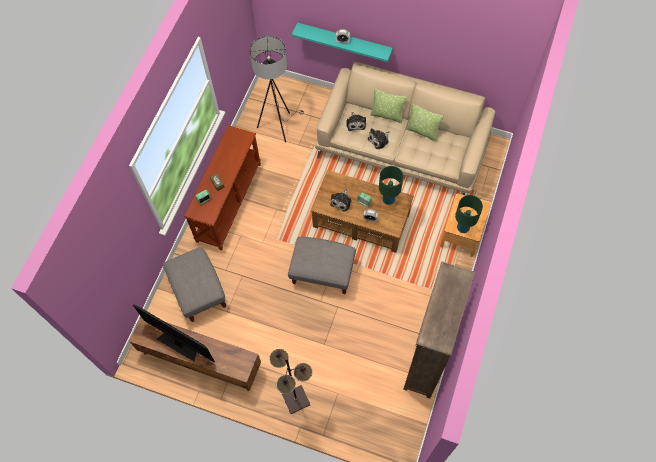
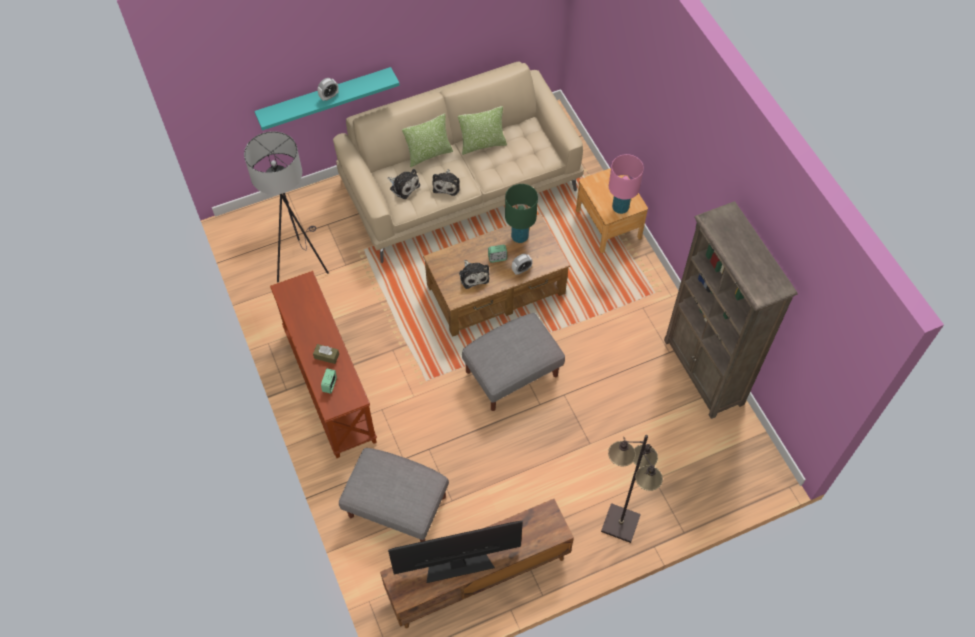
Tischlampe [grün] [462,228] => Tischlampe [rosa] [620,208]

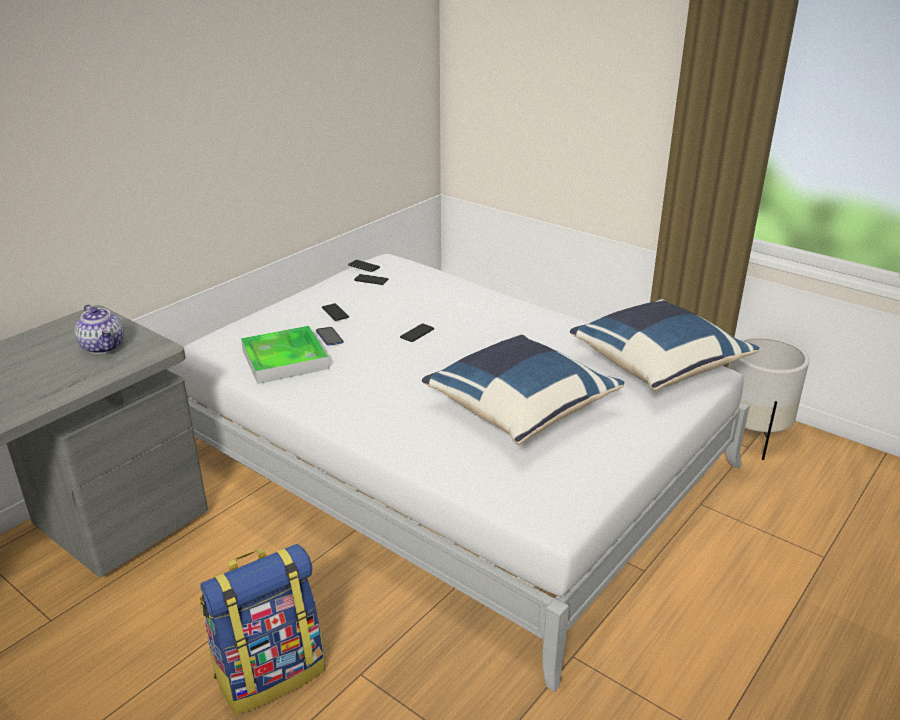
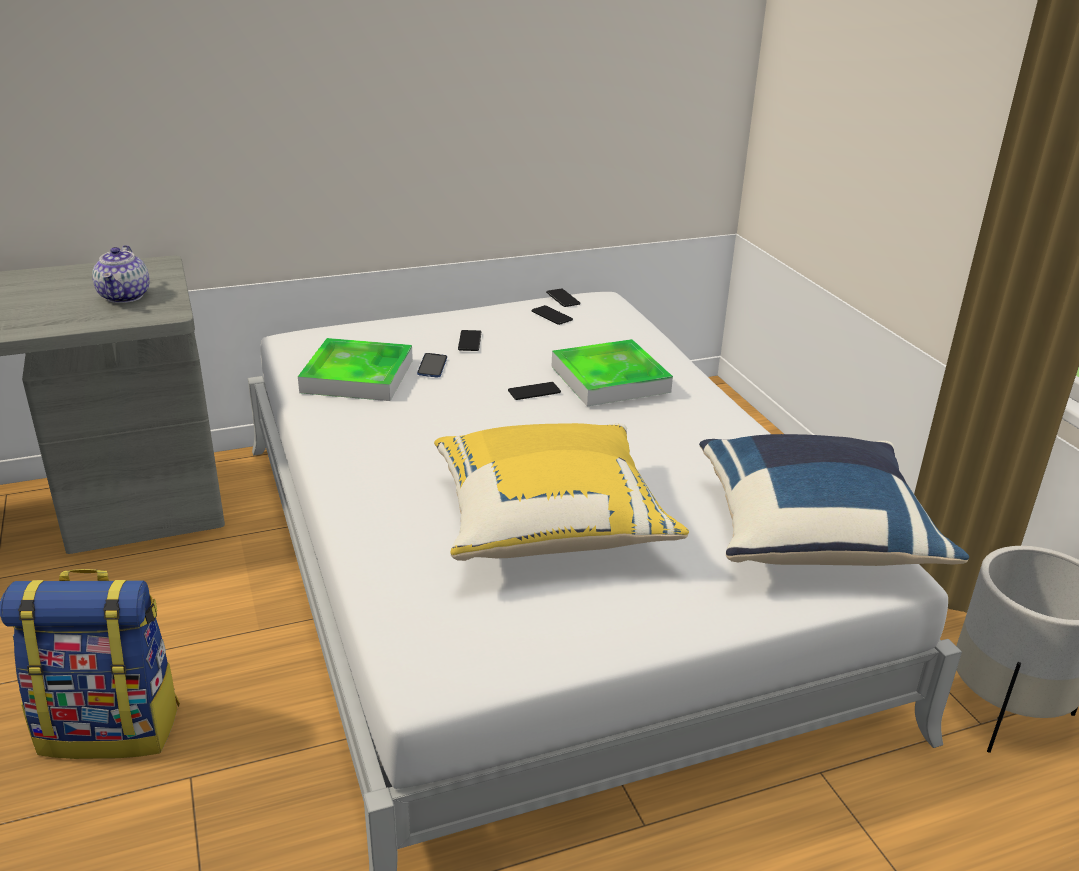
Kissen [blau] [519,409] => Kissen [gelb] [549,523]
nothing => Tablett [610,379]

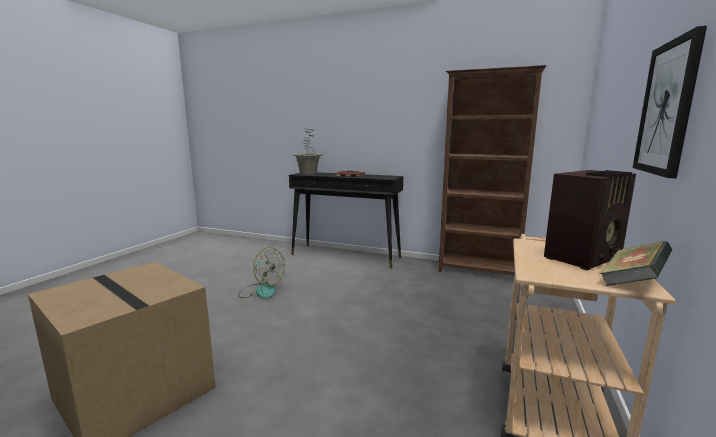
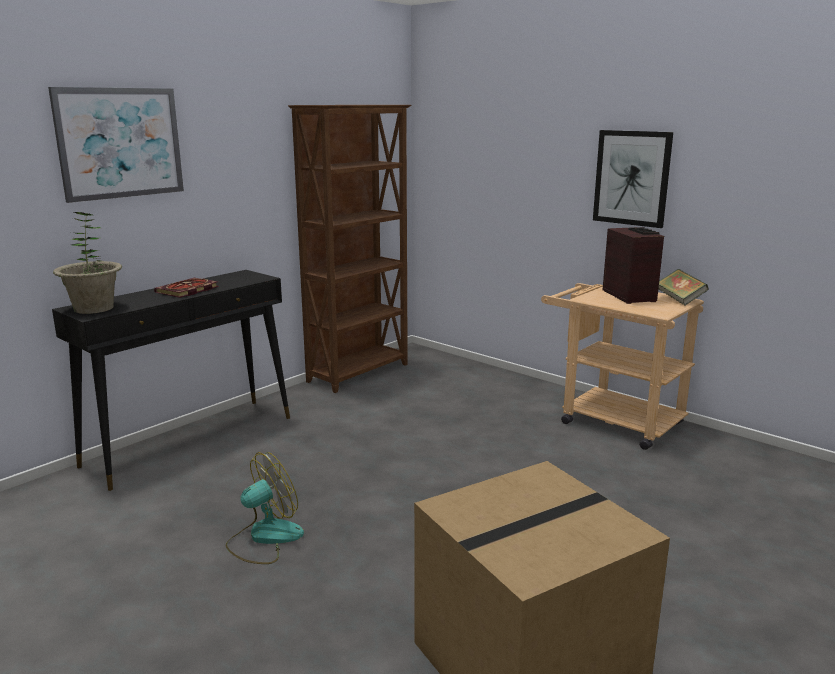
nothing => Bild [120,143]

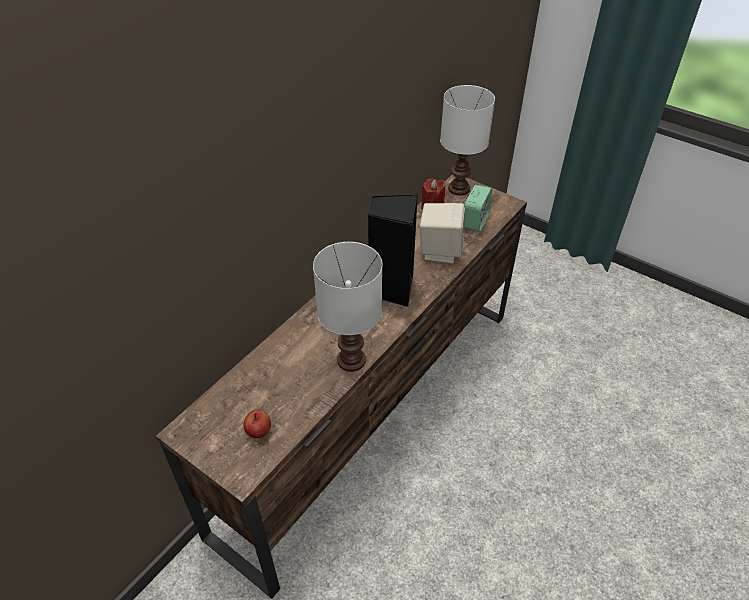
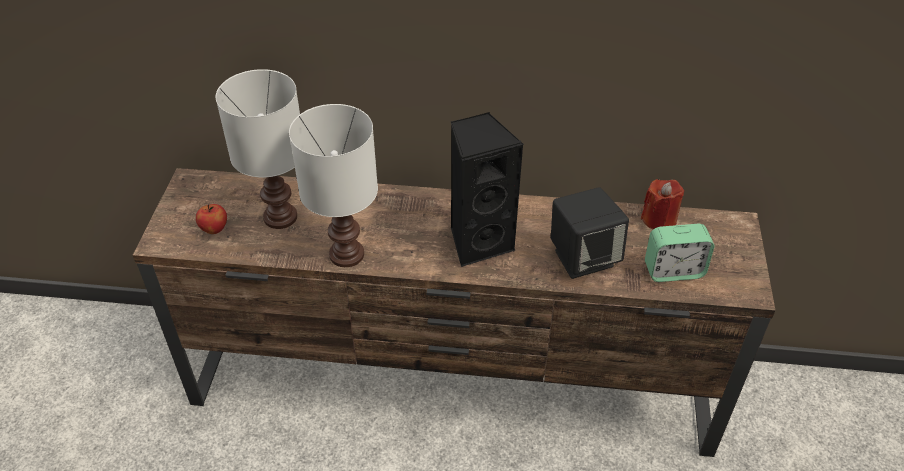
Tischlampe [weiß] [459,188] => Tischlampe [weiß] [281,217], shifted
Lautsprecher [beige] [440,251] => Lautsprecher [schwarz] [583,258]

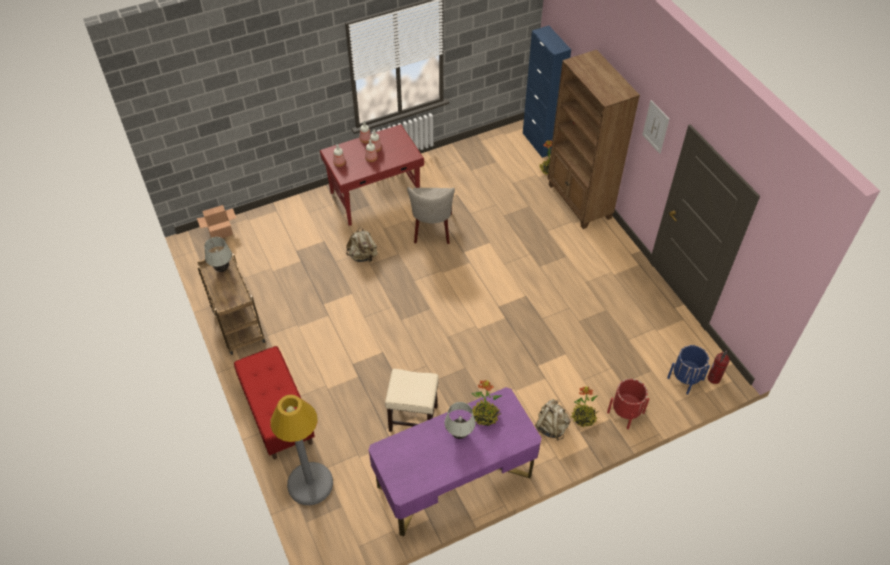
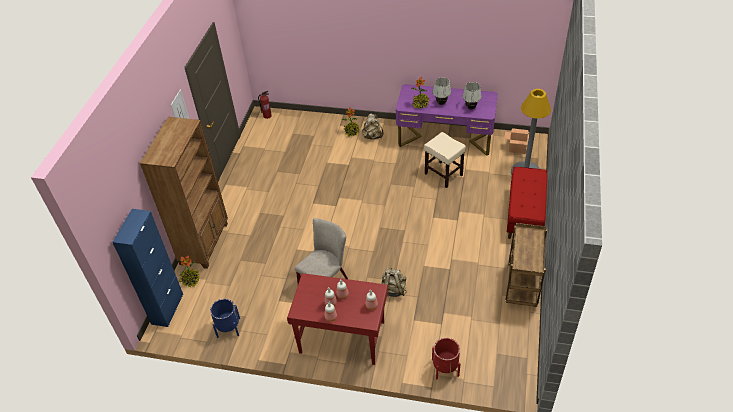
Karton [221,232] => Karton [517,149], shifted
Tischlampe [weiß] [222,269] => Tischlampe [weiß] [471,108], shifted
Pflanzkübel [blau] [685,378] => Pflanzkübel [blau] [228,327], shifted
Pflanzkübel [rot] [625,412] => Pflanzkübel [rot] [445,367], shifted

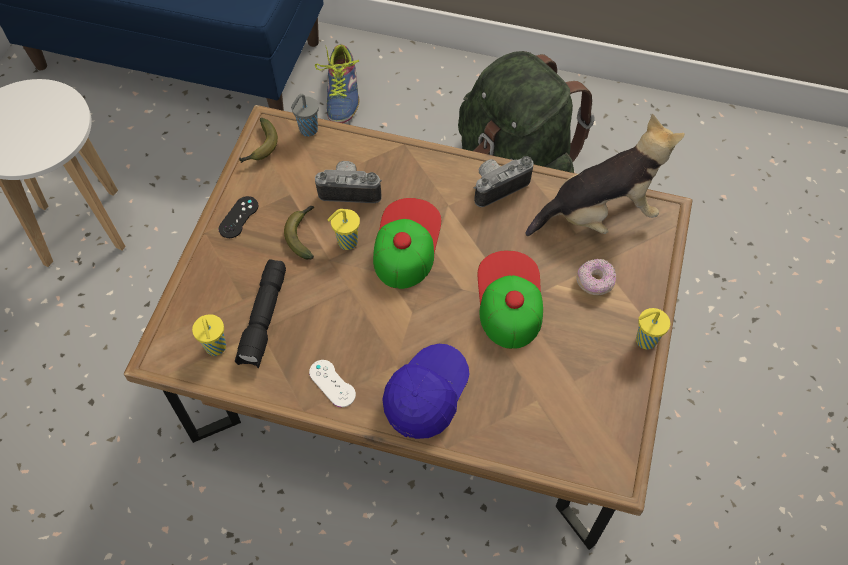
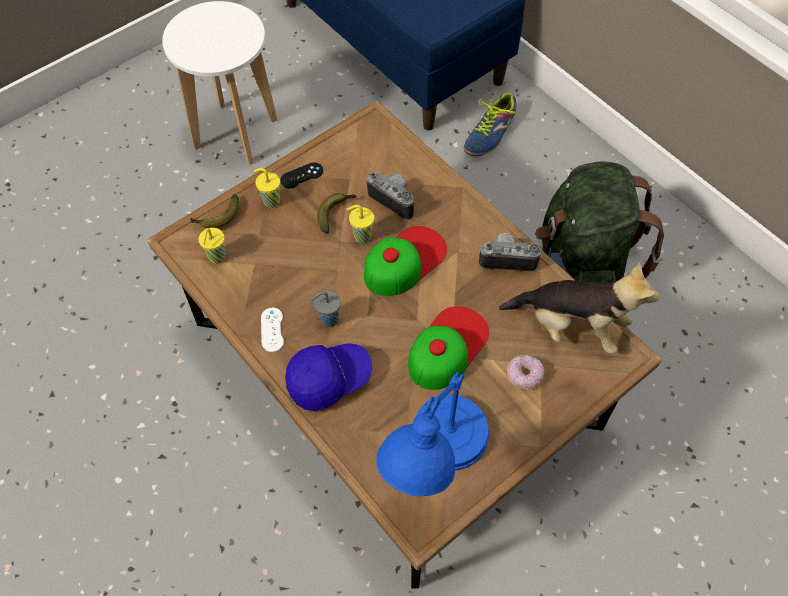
Tasse [grau] [307,130] => Tasse [grau] [328,319], shifted
Banane [260,147] => Banane [217,218], shifted
Taschenlampe [schwarz] [265,319] => nothing
Tasse [gelb] [644,340] => Tasse [gelb] [270,201], shifted
nothing => Tischlampe [blau] [434,465]

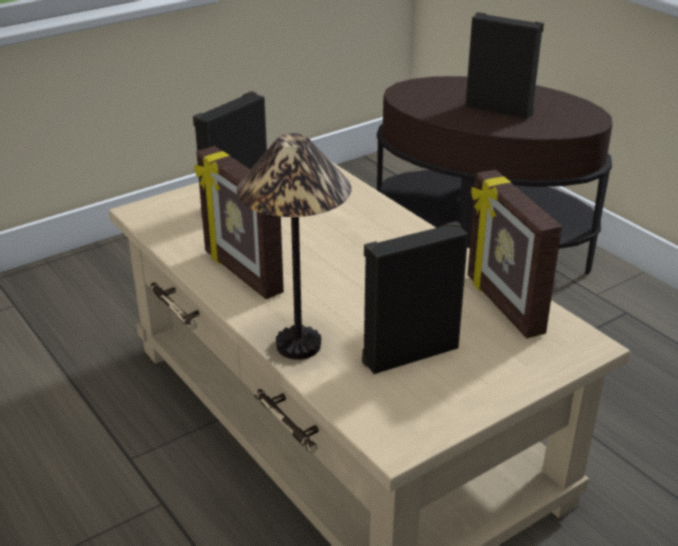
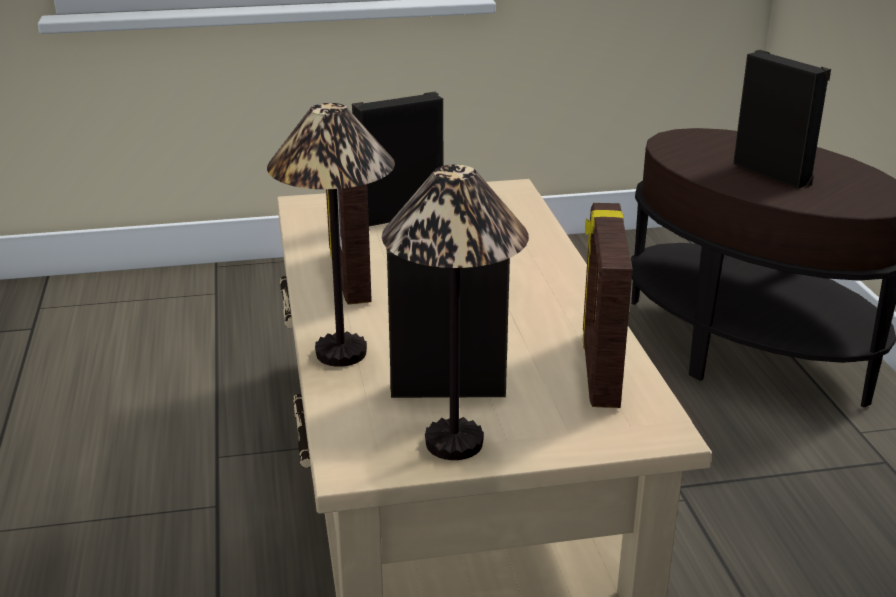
nothing => Tischlampe [455,443]

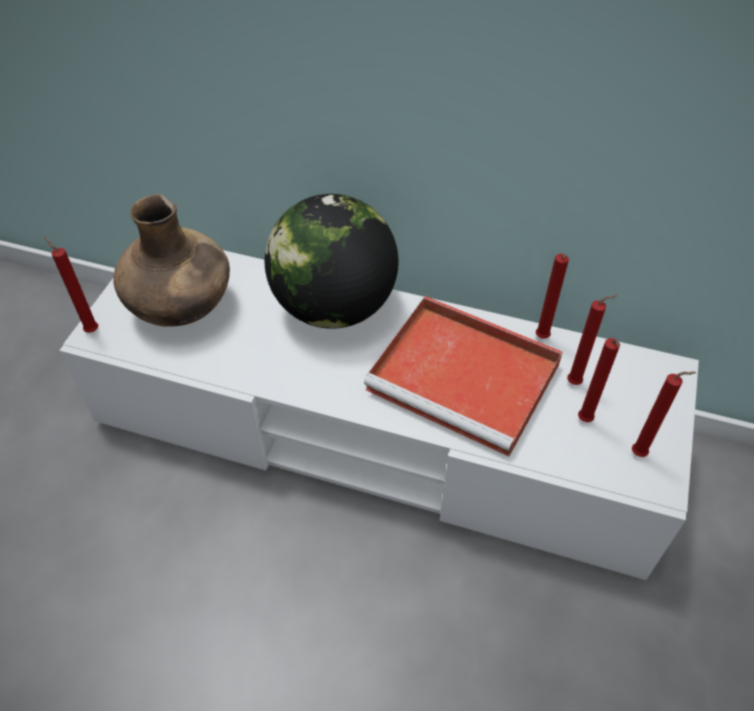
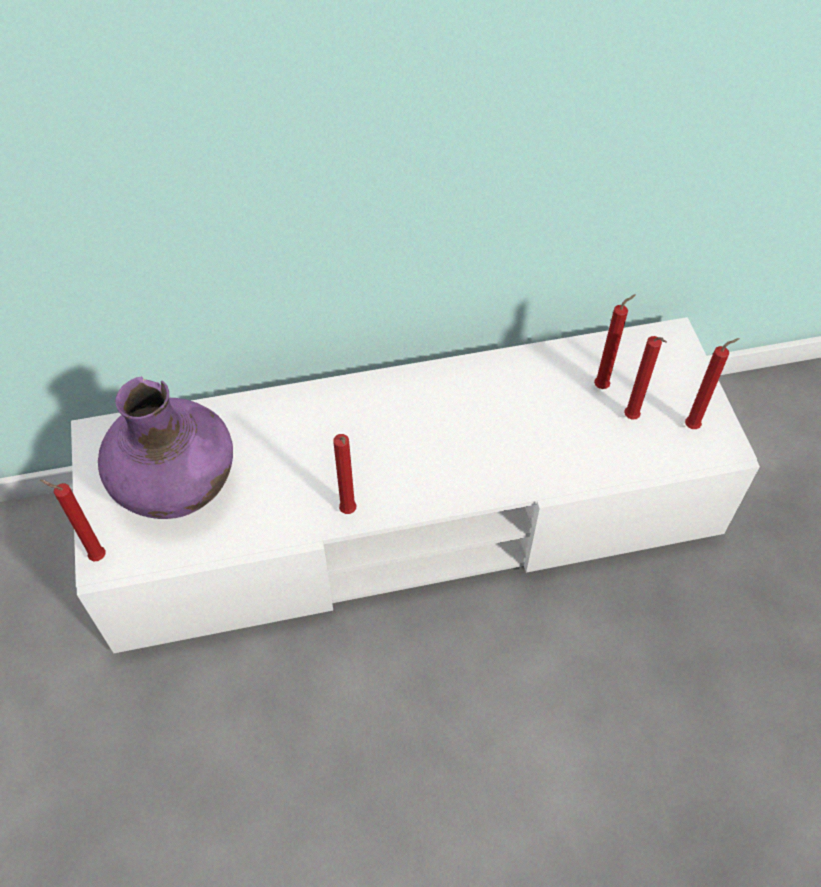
Vase [braun] [182,308] => Vase [lila] [178,486]
Globus [334,307] => nothing
Kerze [rot] [541,339] => Kerze [rot] [348,513], shifted
Tablett [rot] [467,378] => nothing

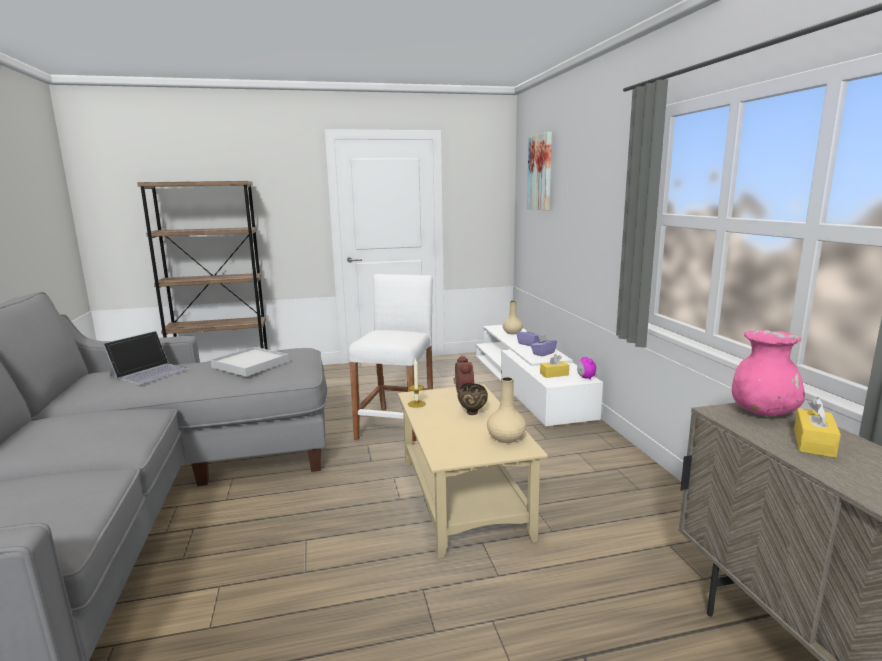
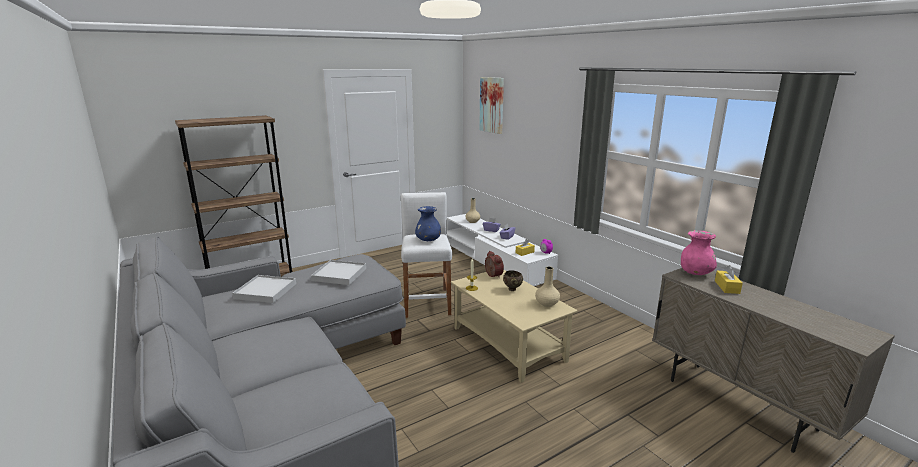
Laptop [150,372] => Tablett [weiß] [265,291]
nothing => Vase [blau] [428,240]

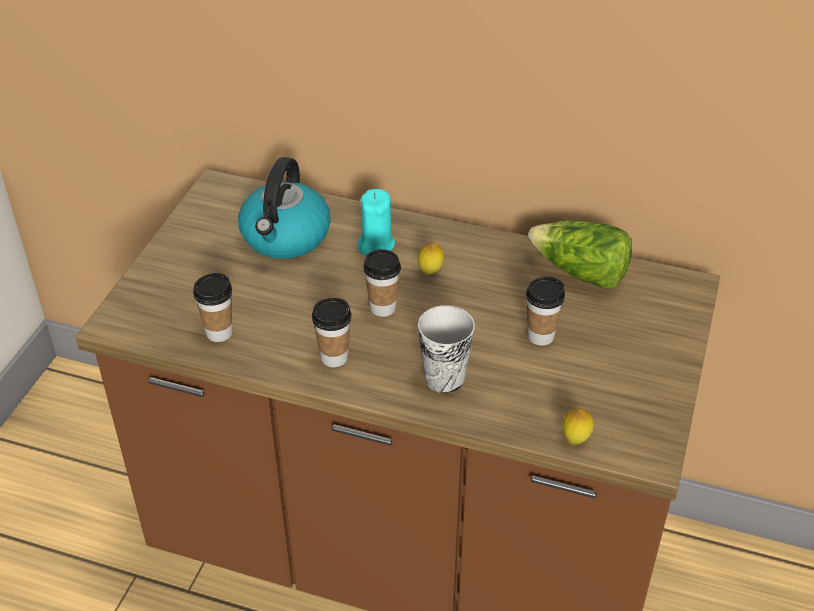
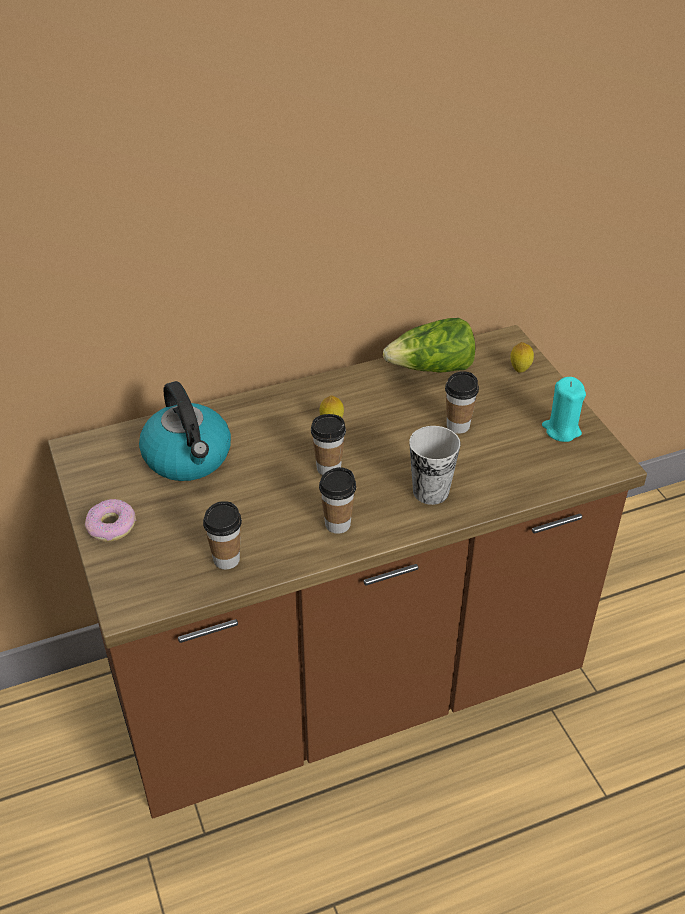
Kerze [türkis] [375,245] => Kerze [türkis] [561,430], shifted
Zitrone [575,440] => Zitrone [520,369], shifted
nothing => Donut [112,526]

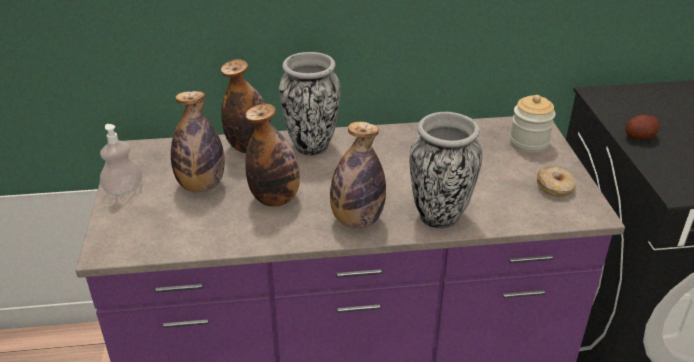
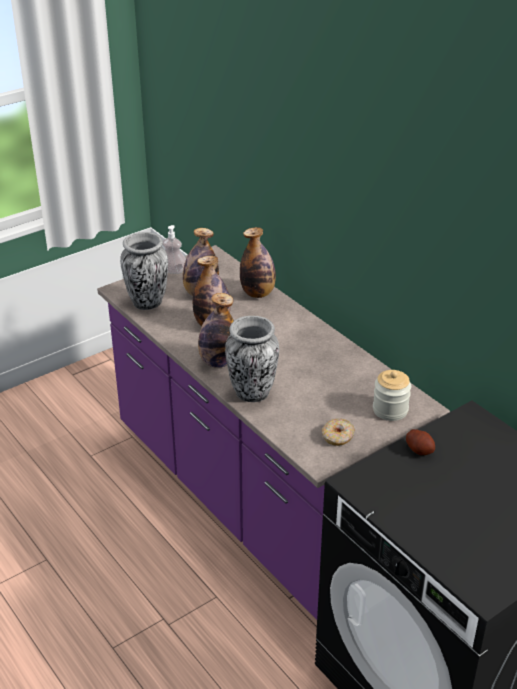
Vase [311,146] => Vase [147,303], shifted

